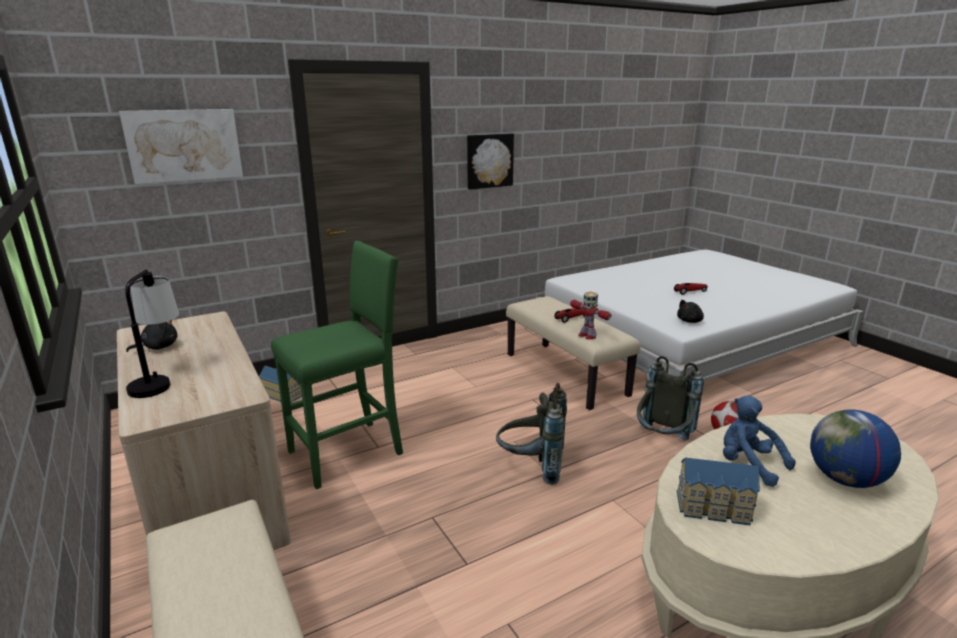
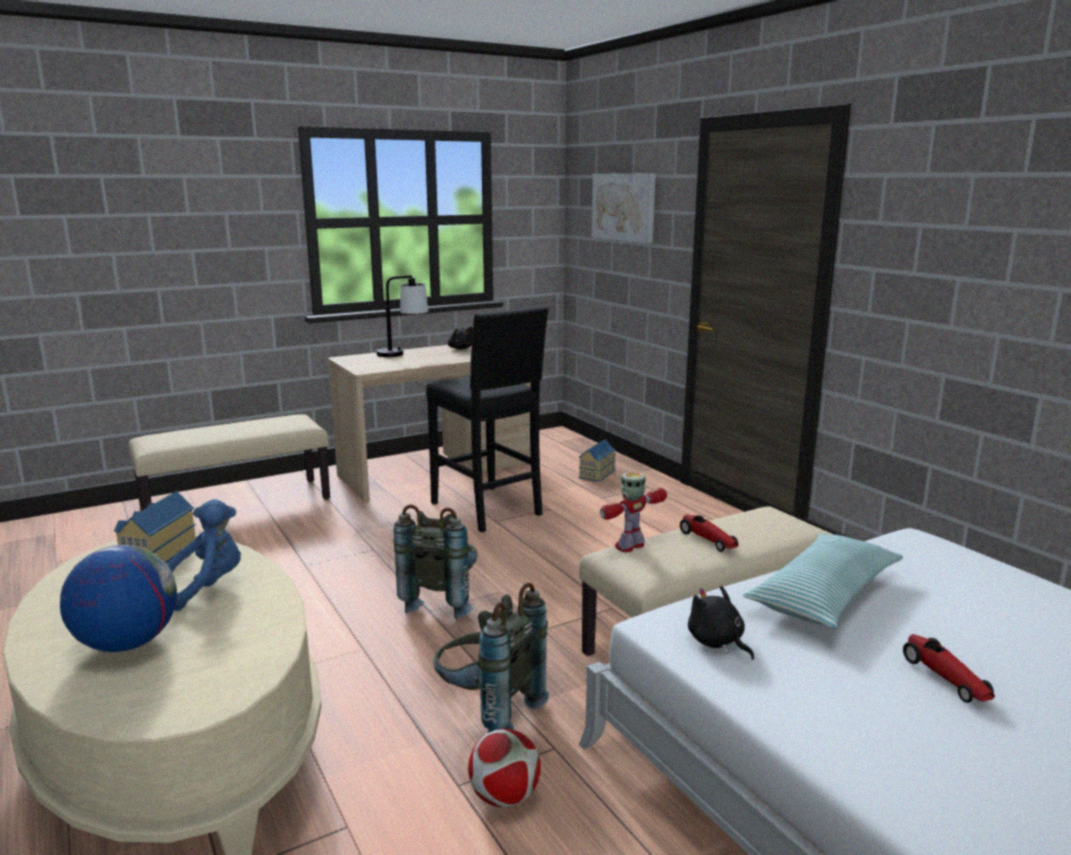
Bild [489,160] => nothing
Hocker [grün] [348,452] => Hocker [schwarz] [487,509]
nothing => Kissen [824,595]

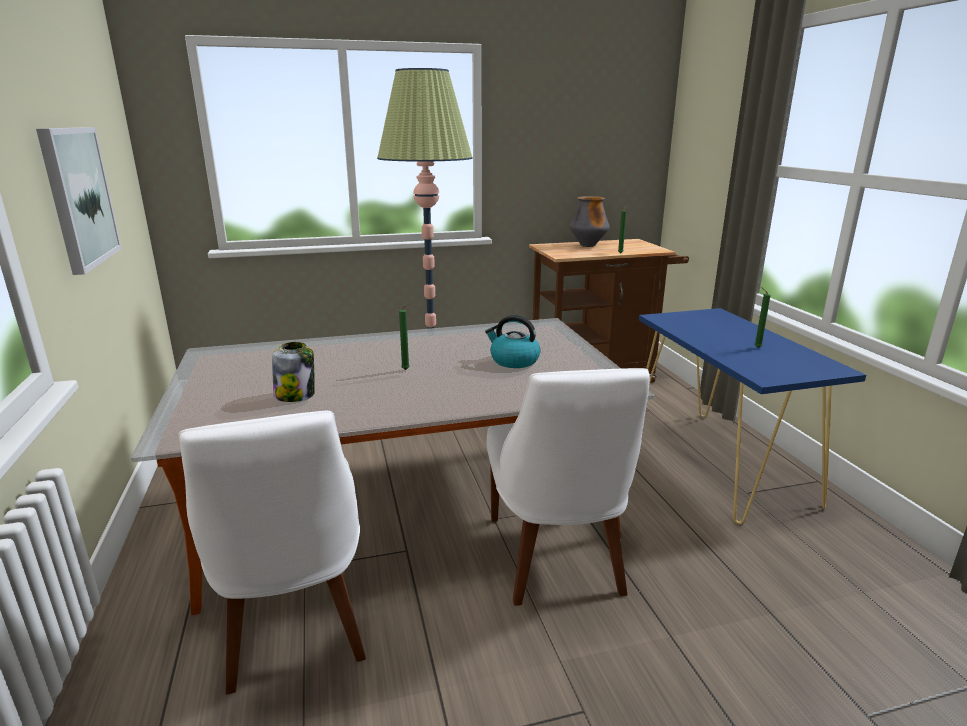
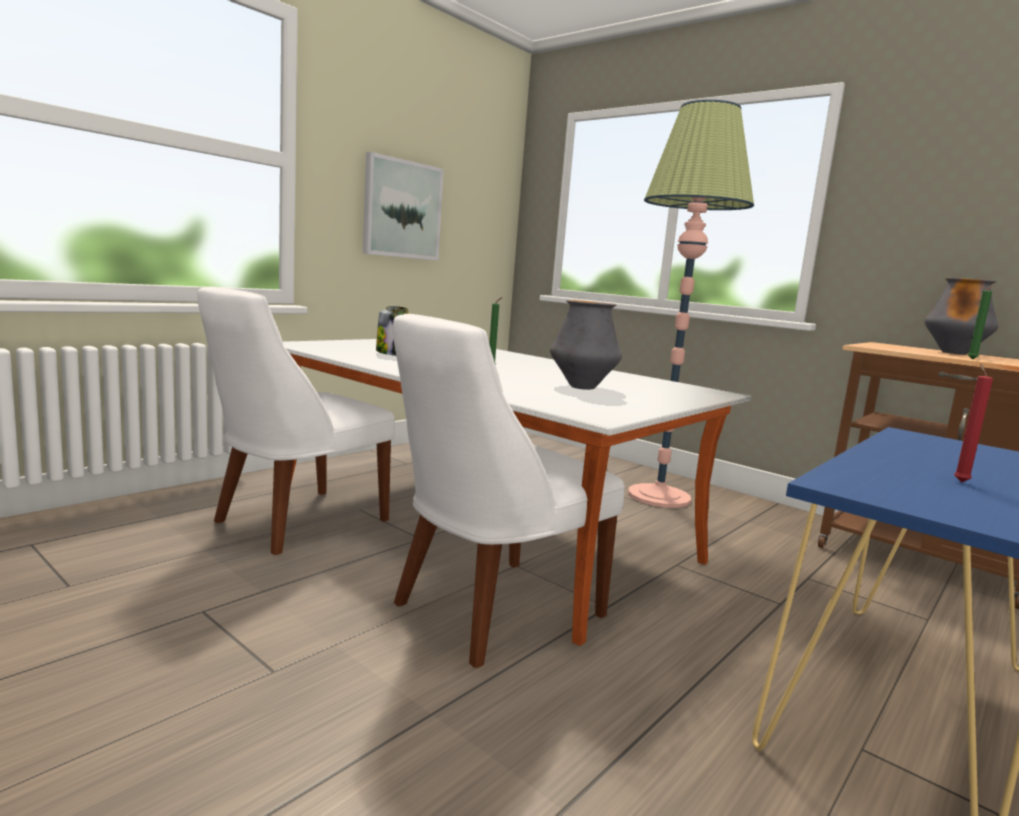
Kerze [grün] [756,347] => Kerze [rot] [960,481]
Wasserkessel [513,361] => Vase [582,387]

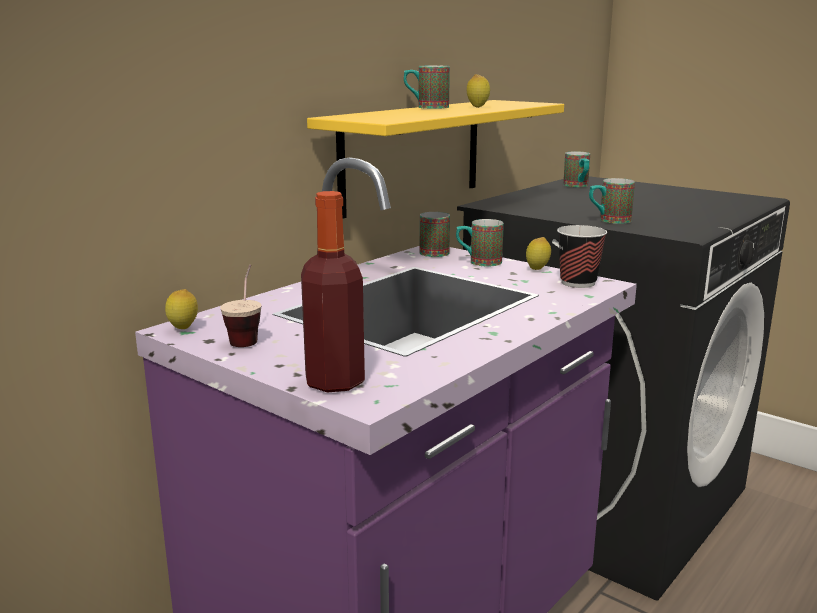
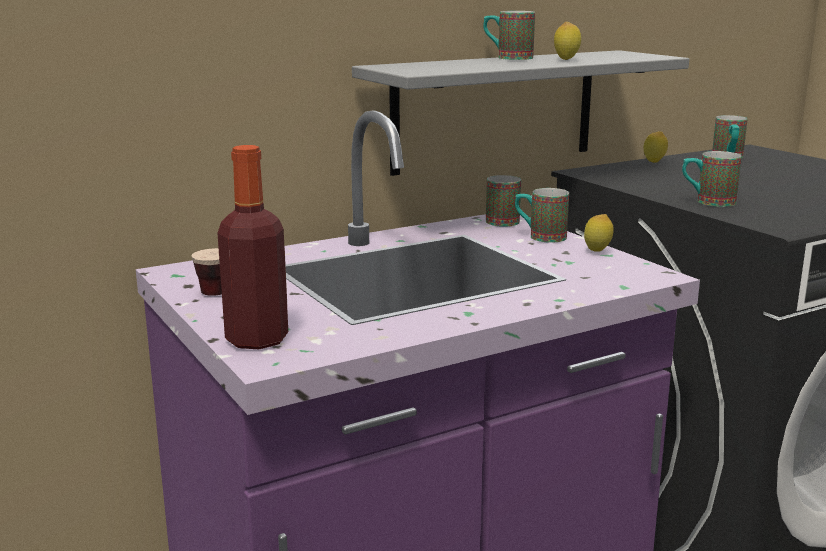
Wandregal [gelb] [412,155] => Wandregal [grau] [495,110]
Tasse [578,283] => nothing
Zitrone [183,329] => Zitrone [654,163], shifted

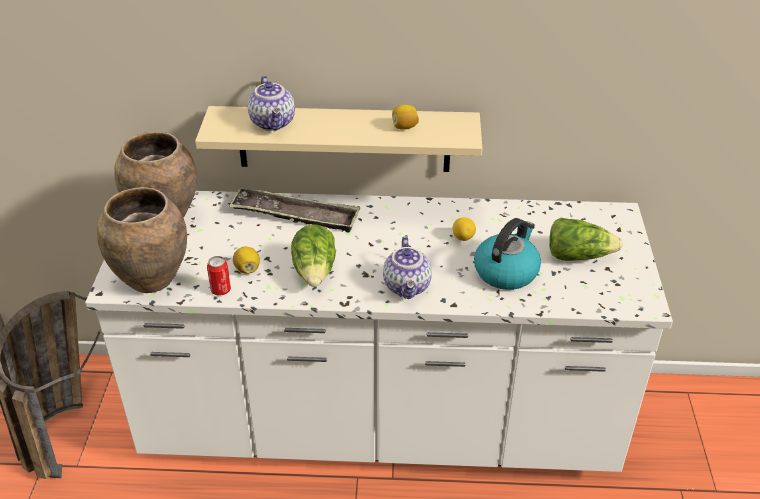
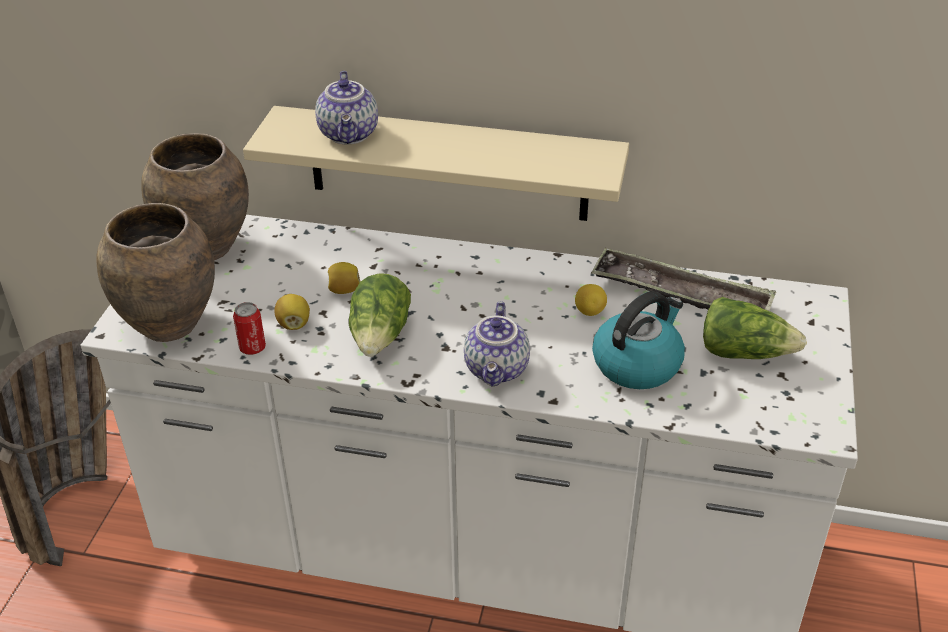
Zitrone [404,127] => Zitrone [344,290], shifted
Tablett [295,215] => Tablett [681,294], shifted

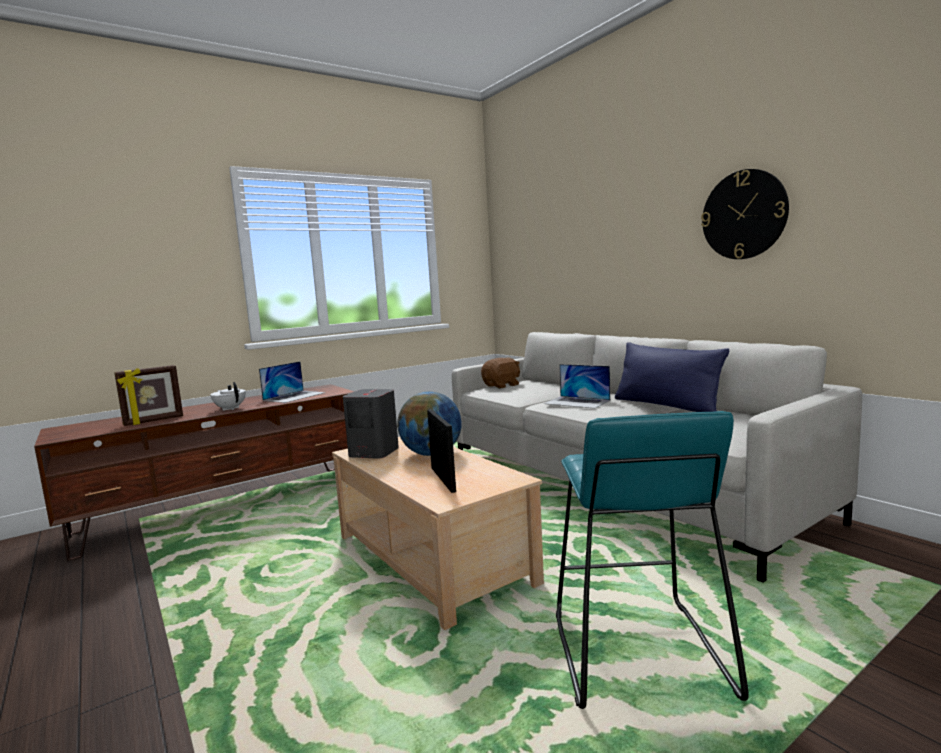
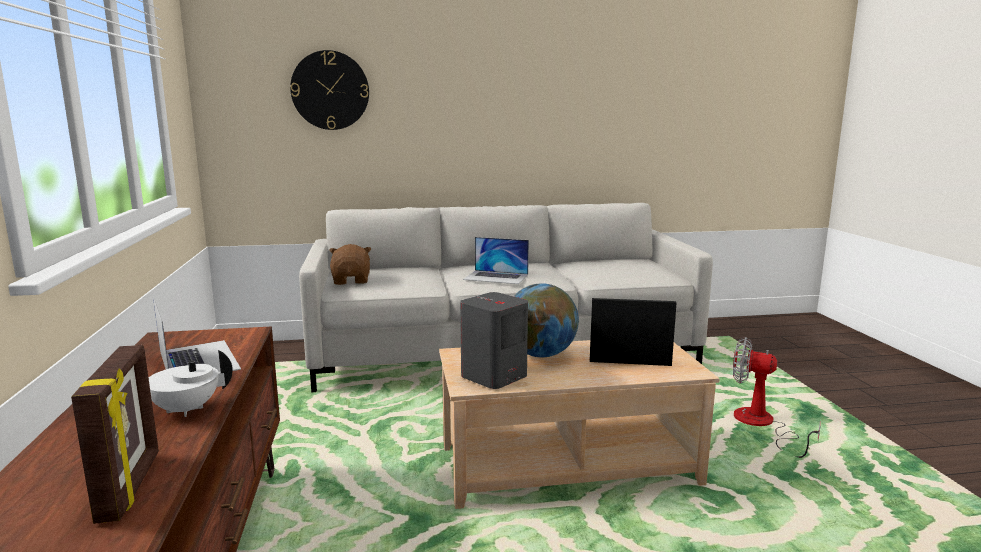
Wanduhr [744,215] => Wanduhr [330,90], shifted
Kissen [blau] [666,405] => nothing
Laptop [577,402] => Laptop [496,277], 45 degrees clockwise
Hocker [türkis] [636,652] => Ventilator [761,425]

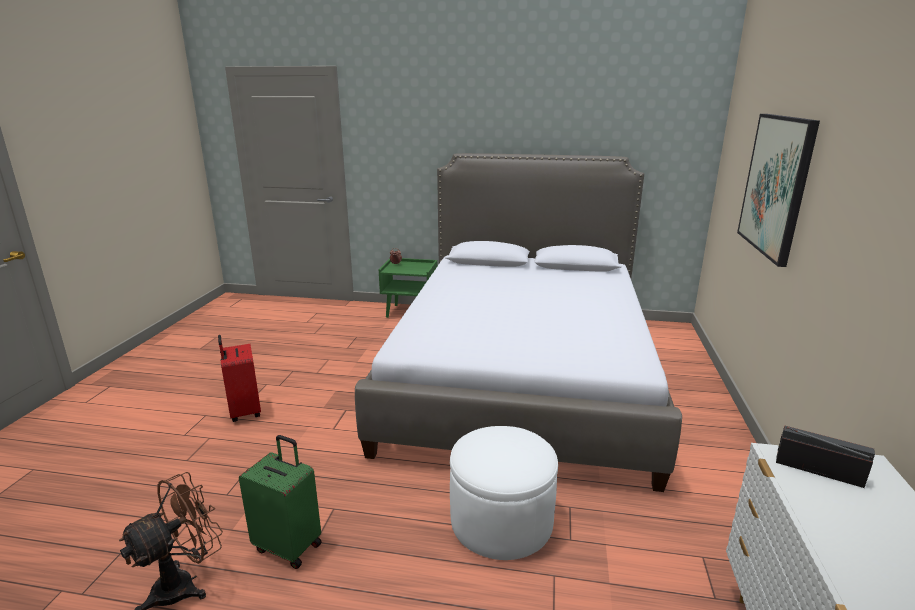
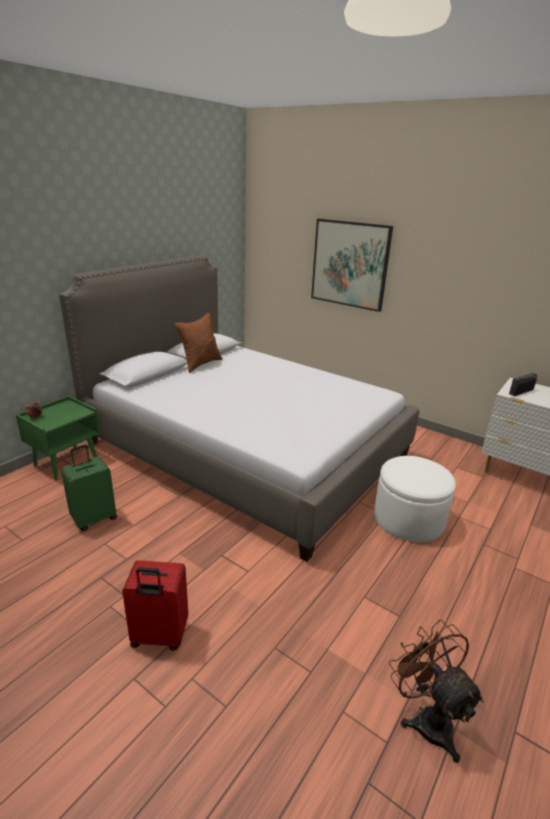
Koffer [grün] [289,546] => Koffer [grün] [94,518], shifted
nothing => Kissen [braun] [200,364]

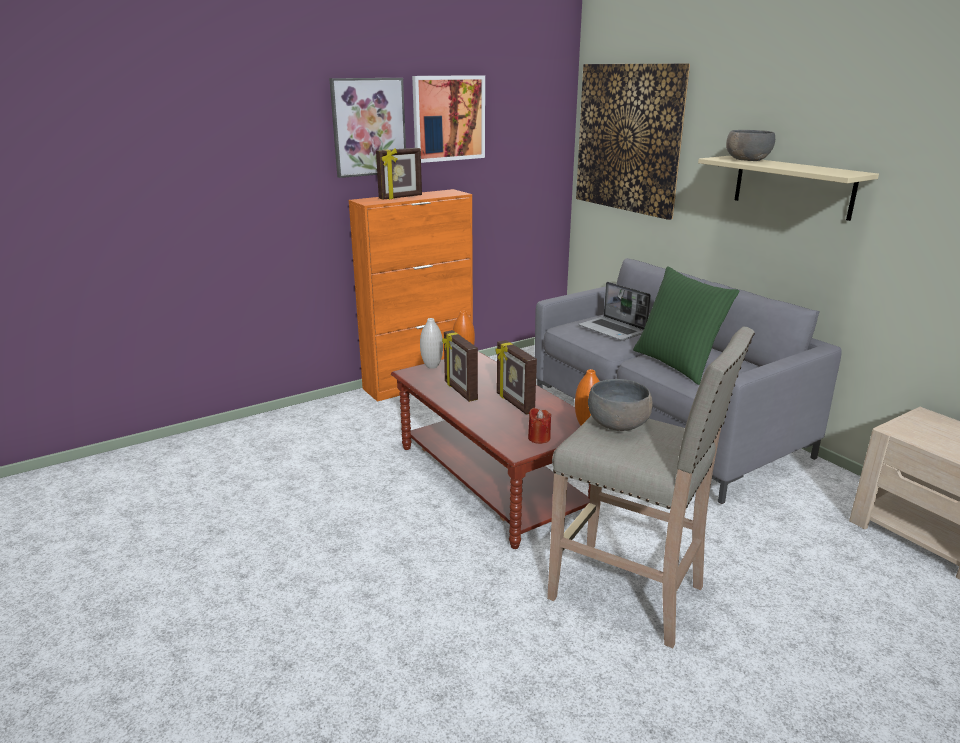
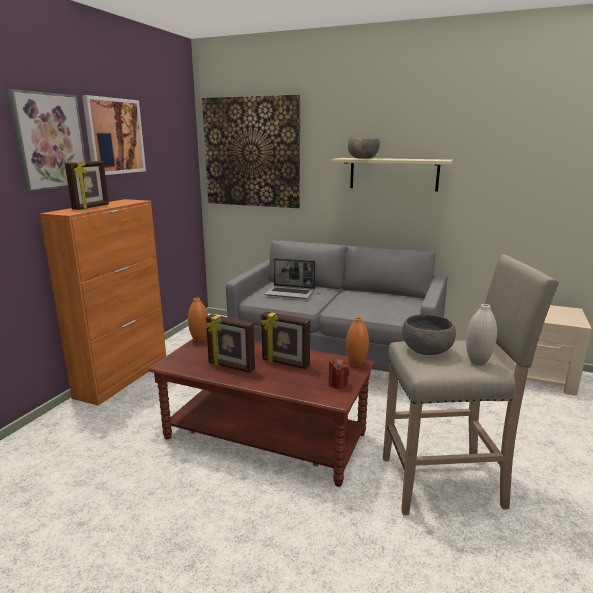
Kissen [grün] [677,364] => nothing
Vase [weiß] [432,366] => Vase [weiß] [477,362], shifted

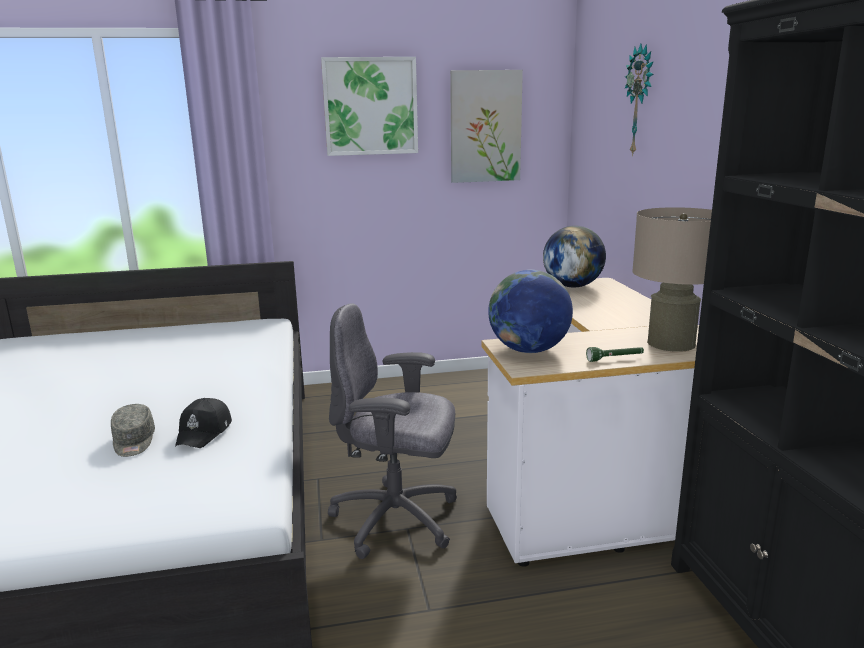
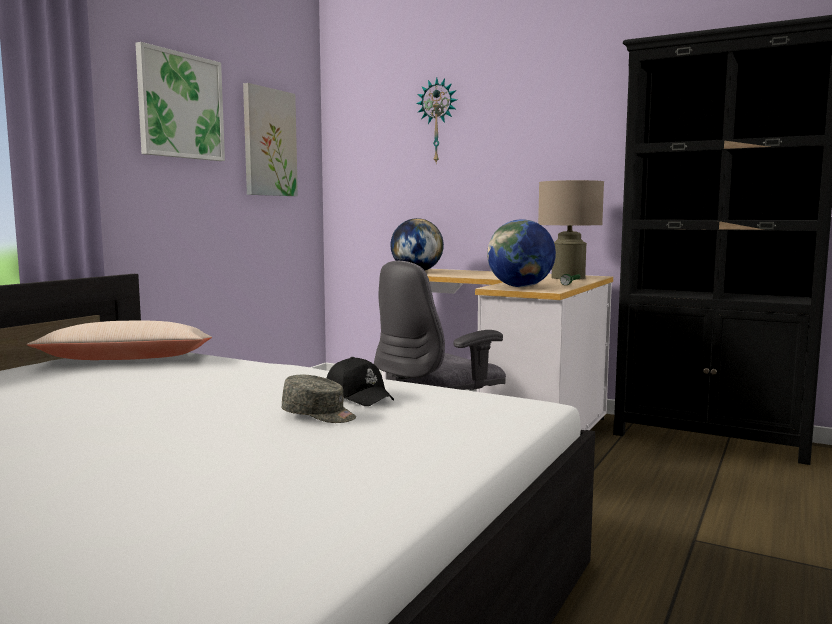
nothing => Kissen [beige] [127,359]

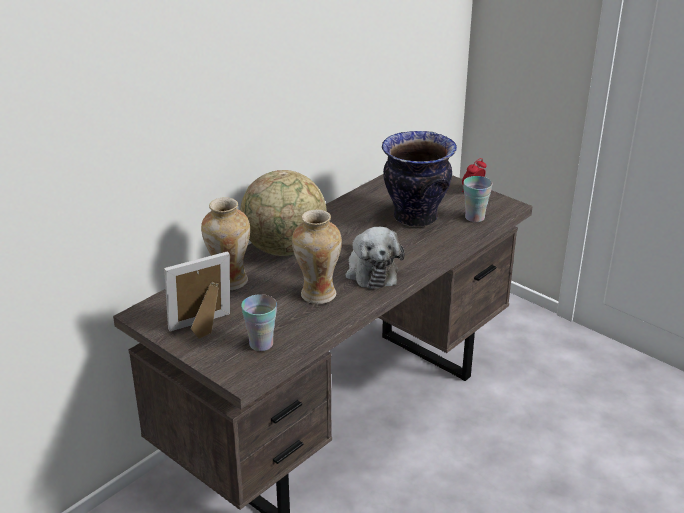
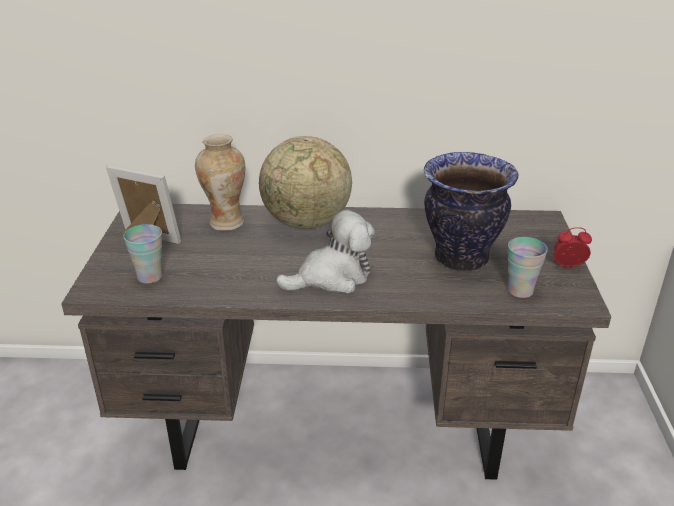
Vase [317,295] => nothing
Plüschtier [371,271] => Plüschtier [332,277], 150 degrees counterclockwise

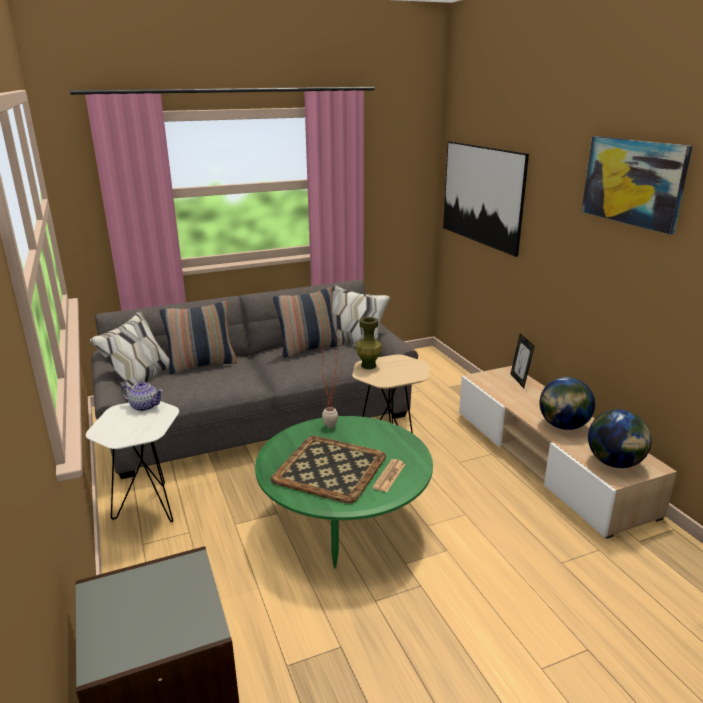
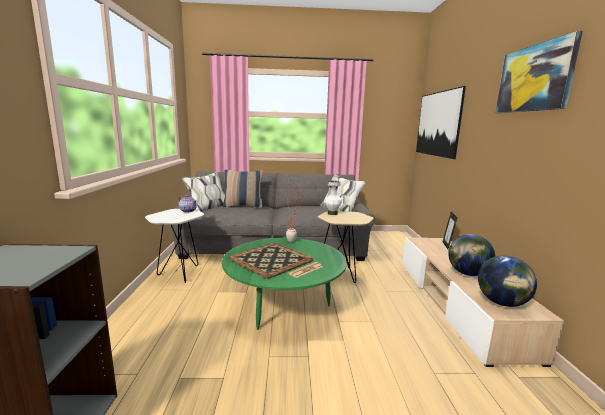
Kissen [309,348] => nothing
Vase [grün] [368,365] => Vase [weiß] [332,213]

